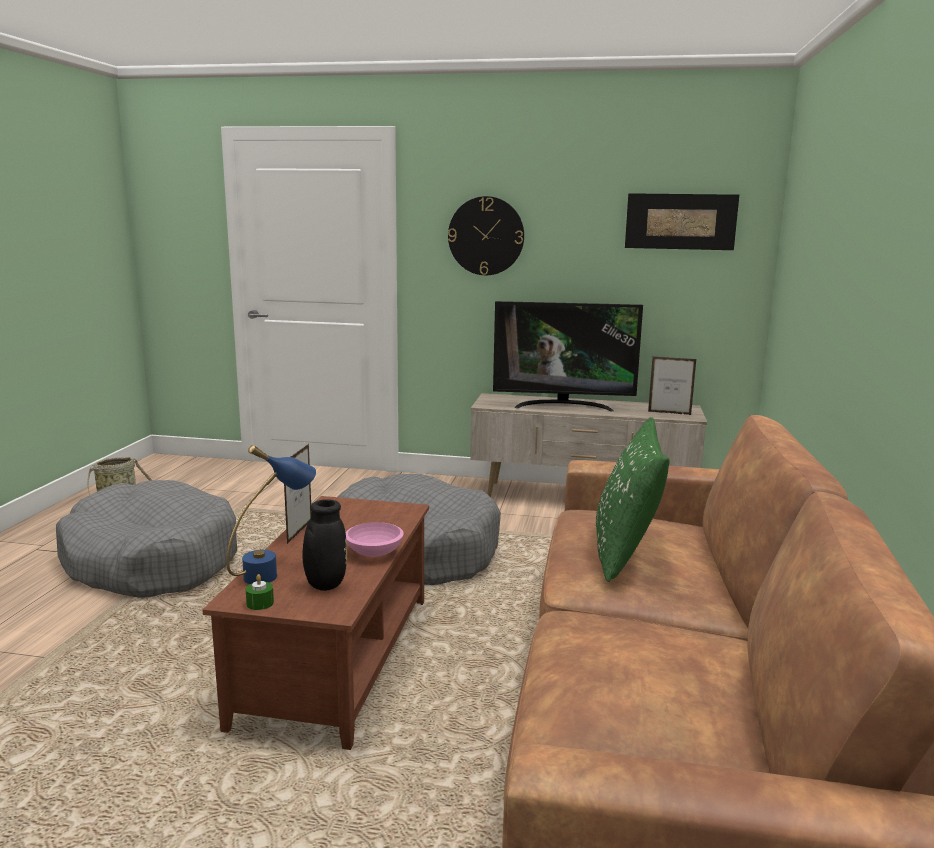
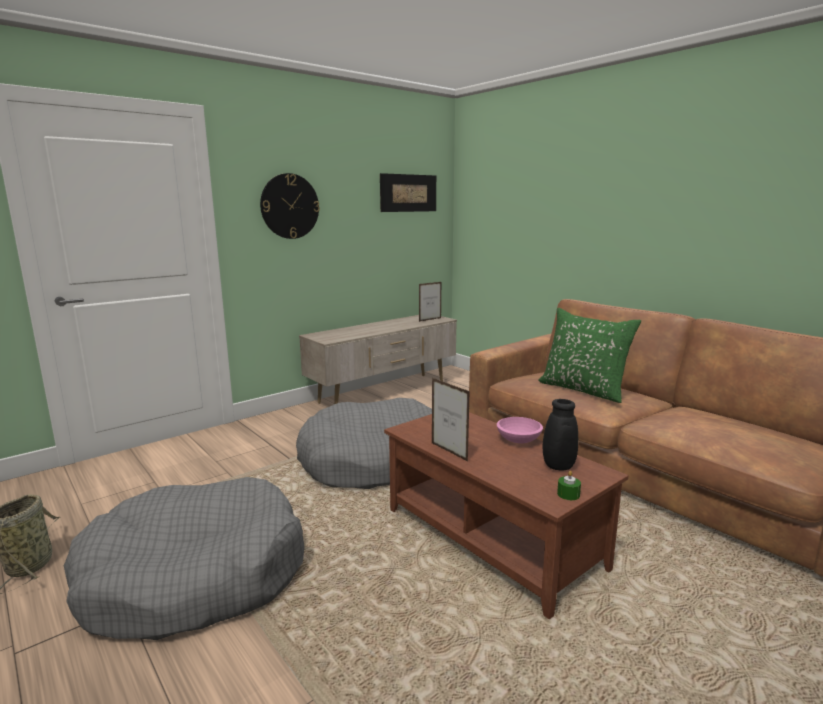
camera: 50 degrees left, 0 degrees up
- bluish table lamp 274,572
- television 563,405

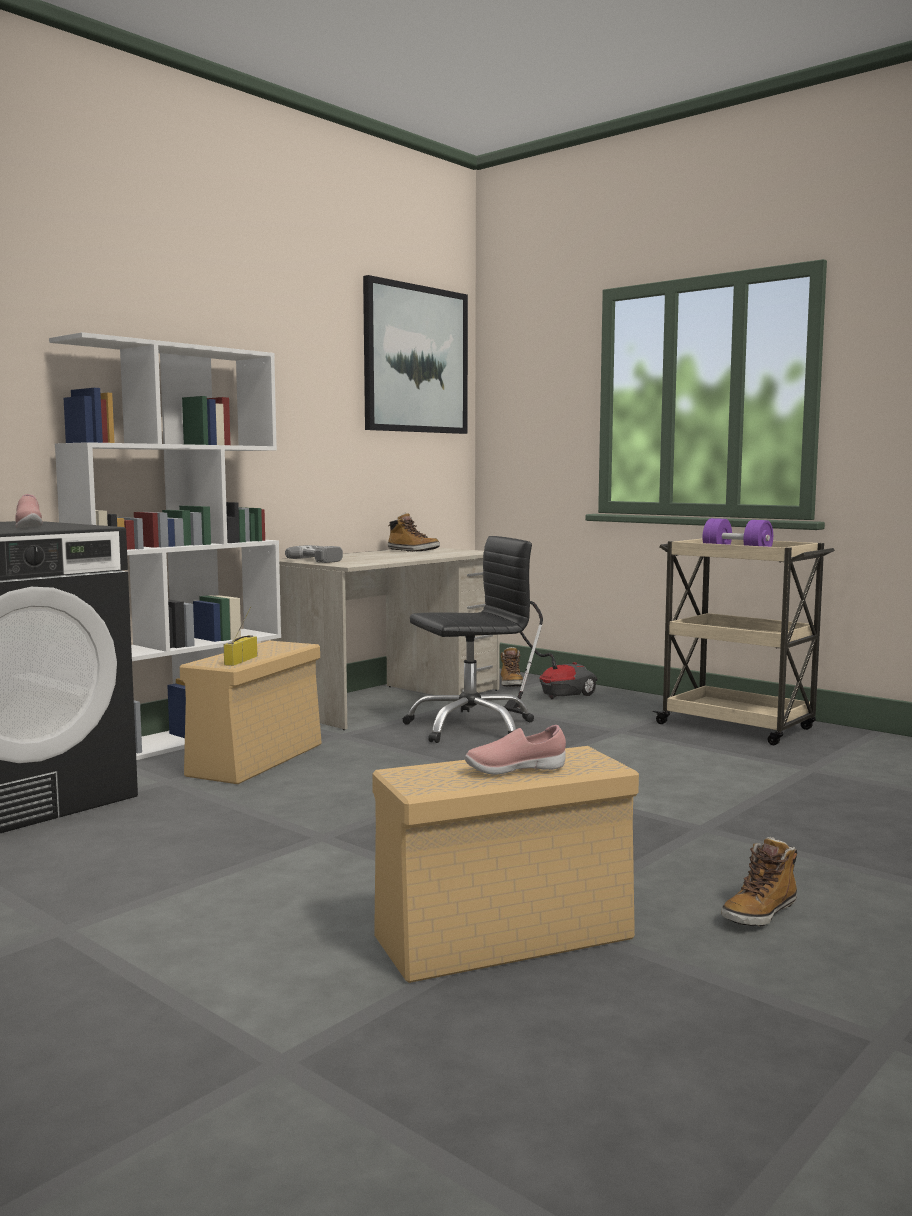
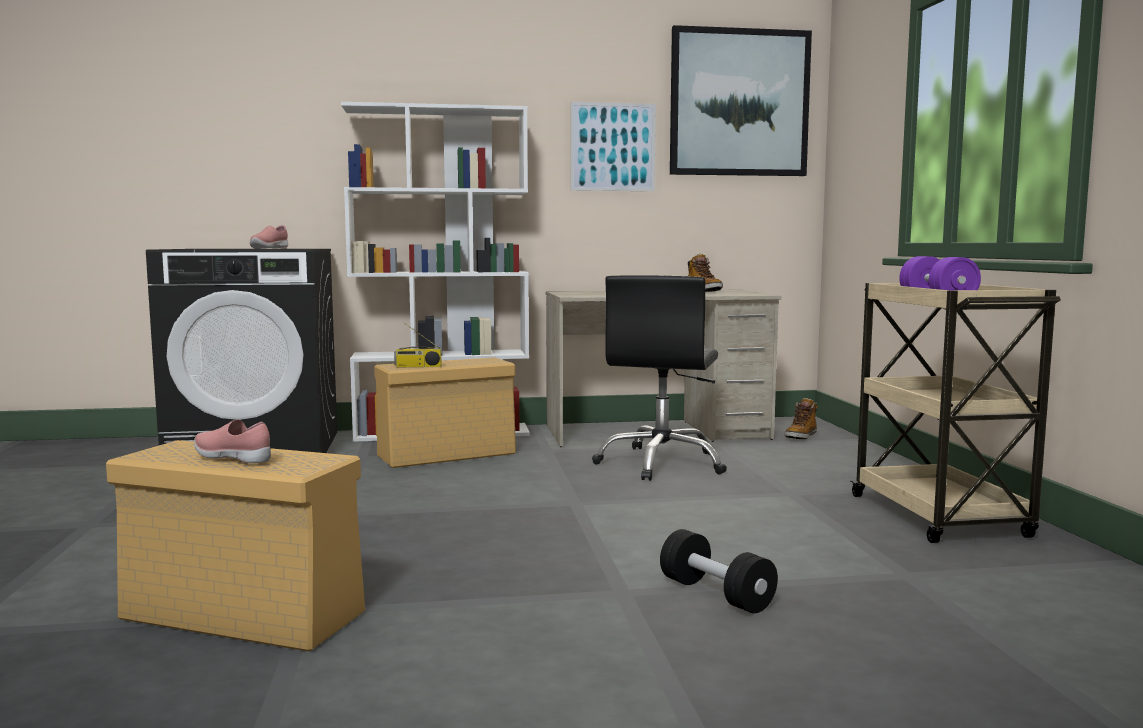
camera: 40 degrees right, 0 degrees up
- power drill 321,560
- hoover 550,698
- tall boot 759,913
+ wall art 613,147
+ black-coloured dumbbell 716,594
~ radio set 241,660 = 418,366 150 degrees counterclockwise
~ black-coloured computer chair 470,727 = 662,463 90 degrees clockwise

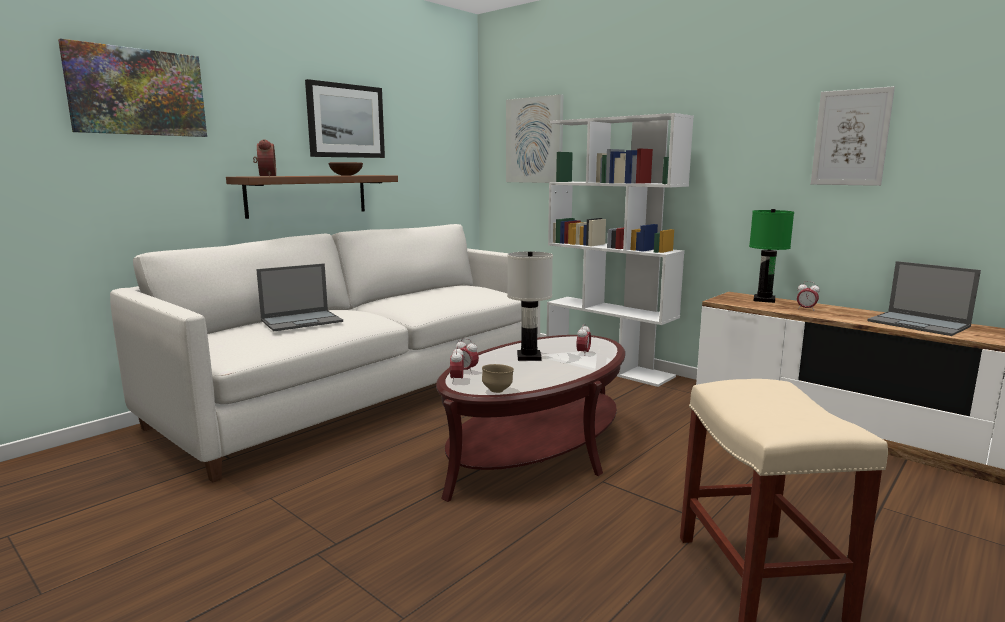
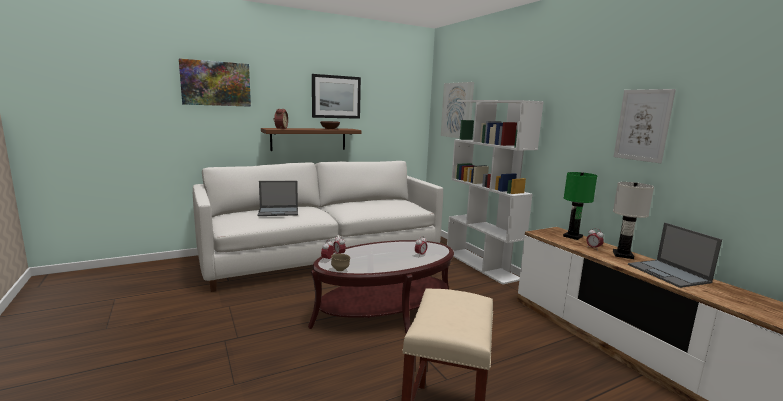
camera: 20 degrees right, 0 degrees up
~ white-coloured table lamp 528,357 to 622,255

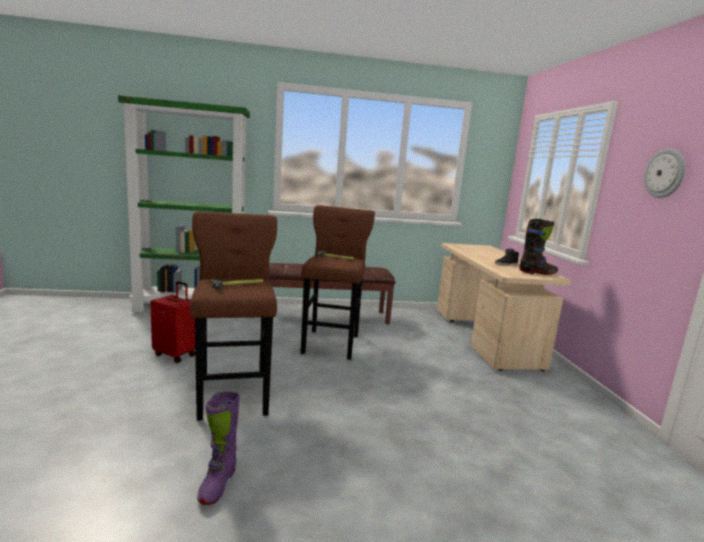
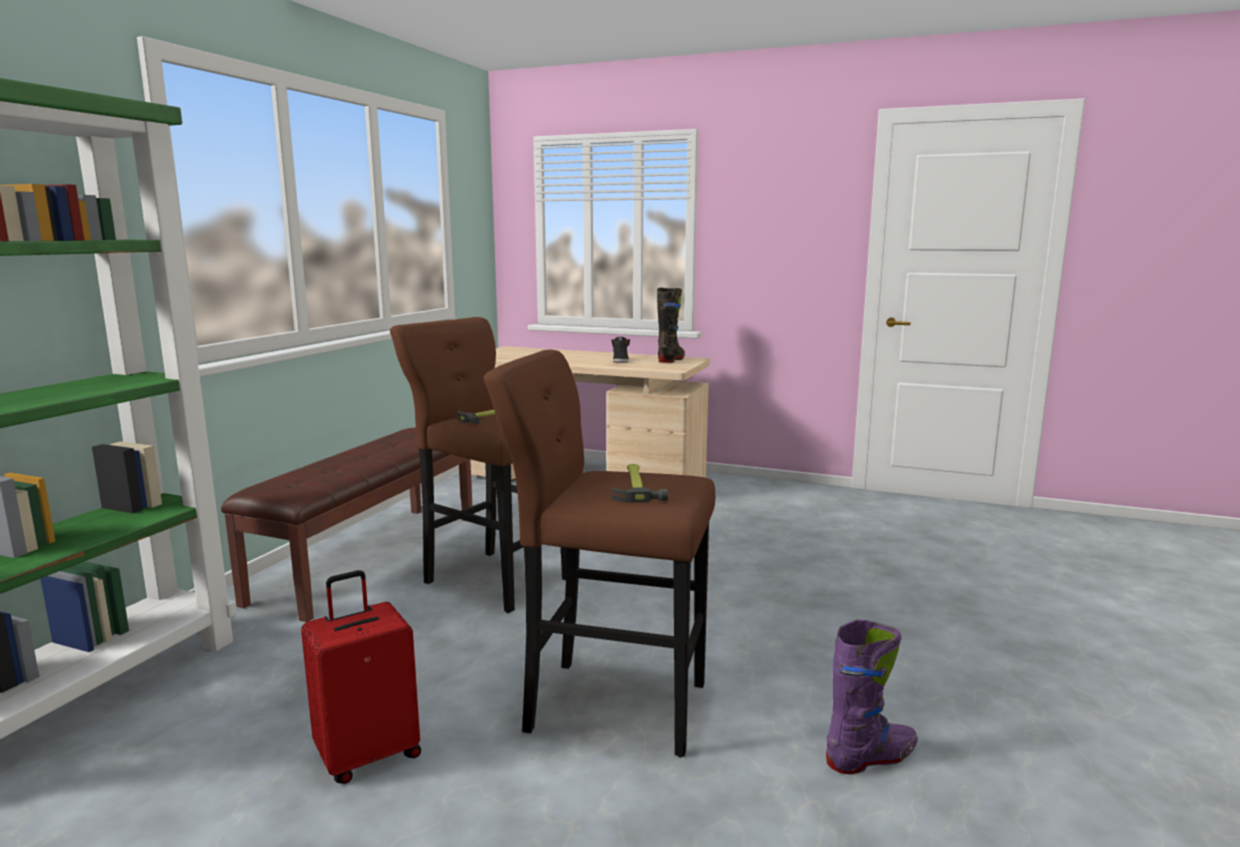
camera: 60 degrees left, 0 degrees up
- hanging clock 665,173
~ purple tall boot 217,484 = 871,758 60 degrees counterclockwise

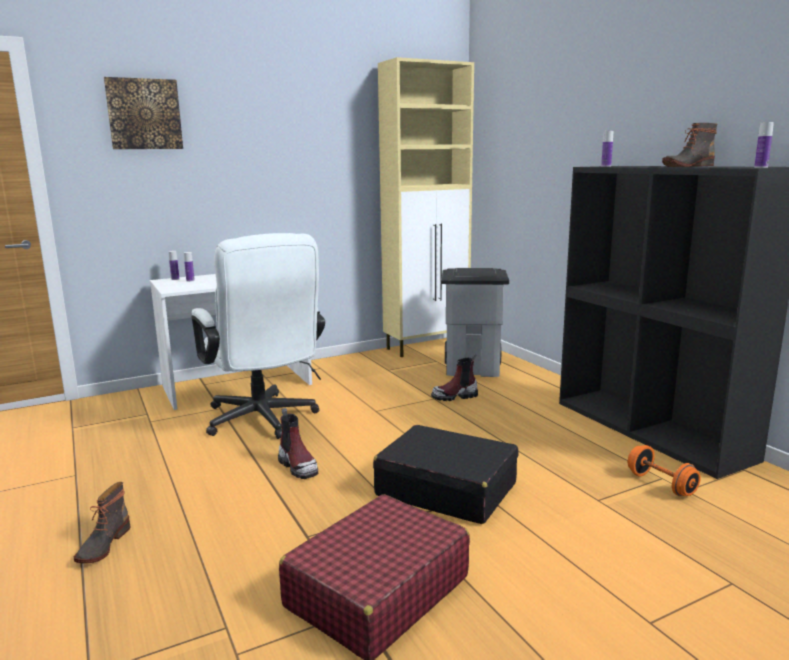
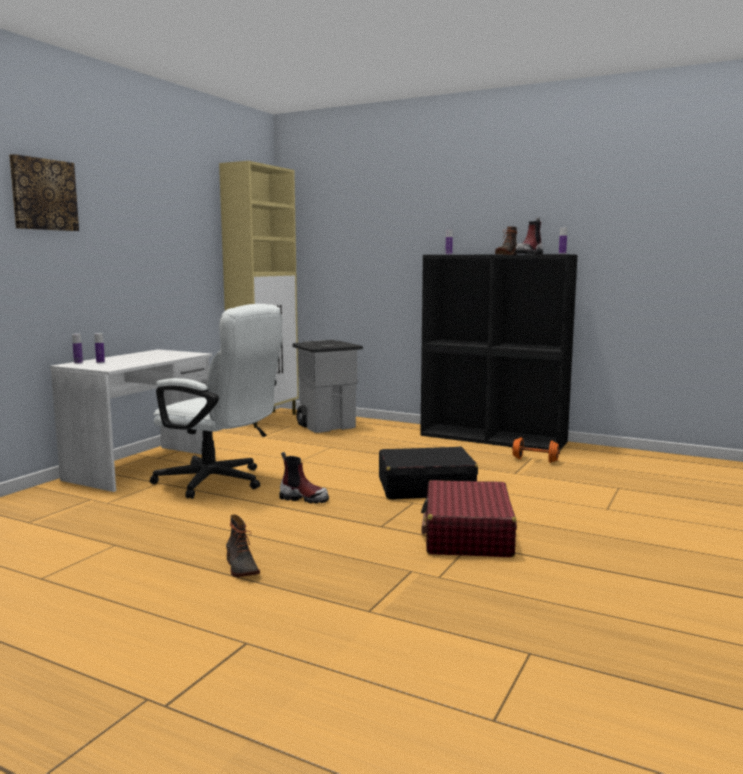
camera: 35 degrees left, 5 degrees down
~ tall boot 455,396 to 529,254

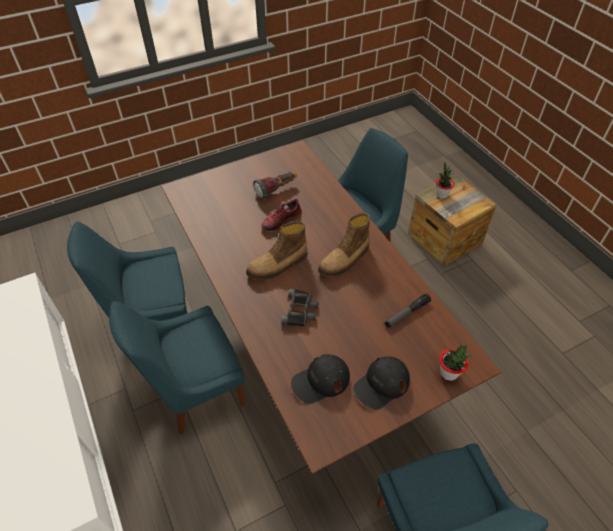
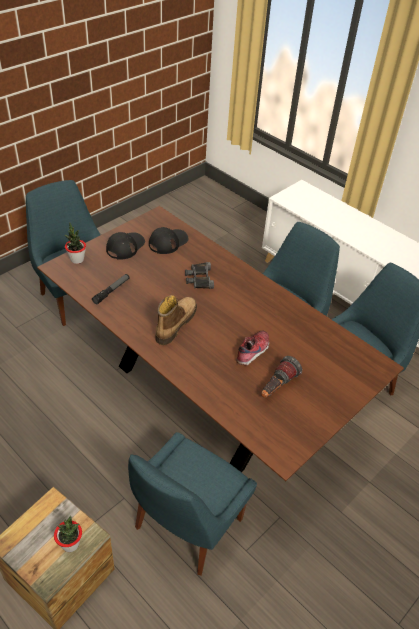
camera: 160 degrees right, 5 degrees down
- tall boot 278,266

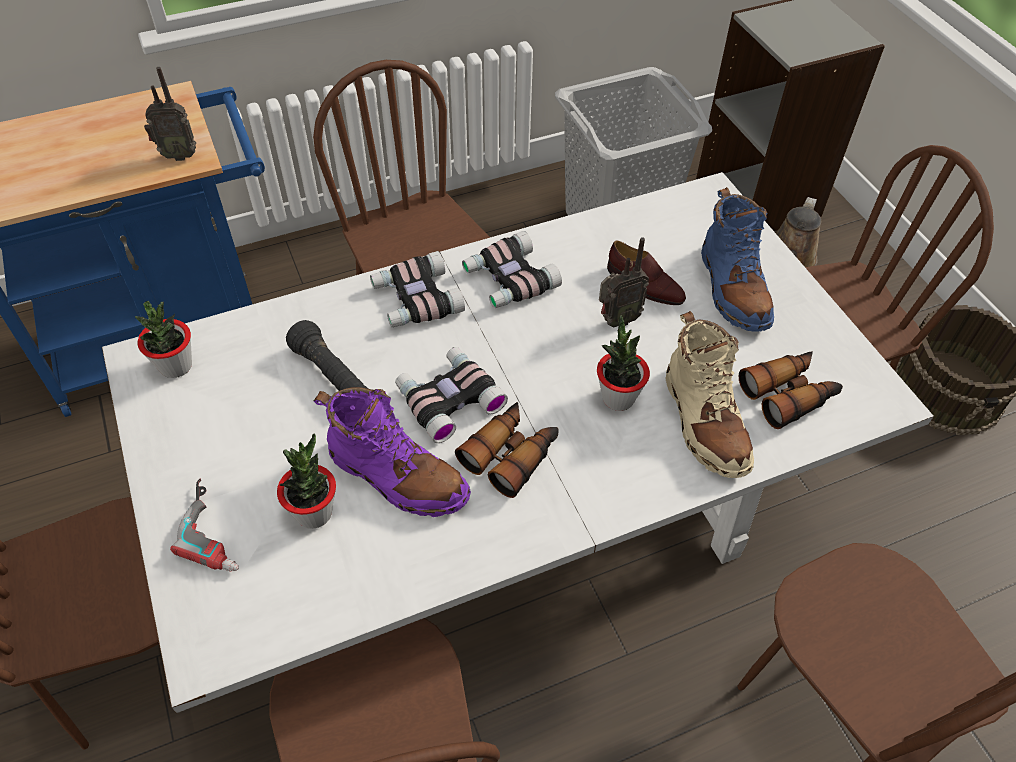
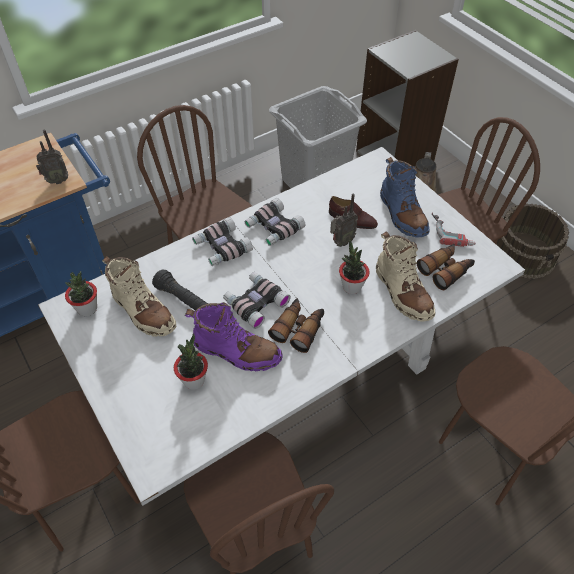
camera: 10 degrees left, 0 degrees up
+ beige tall boot 143,311
~ power drill 218,529 to 452,231

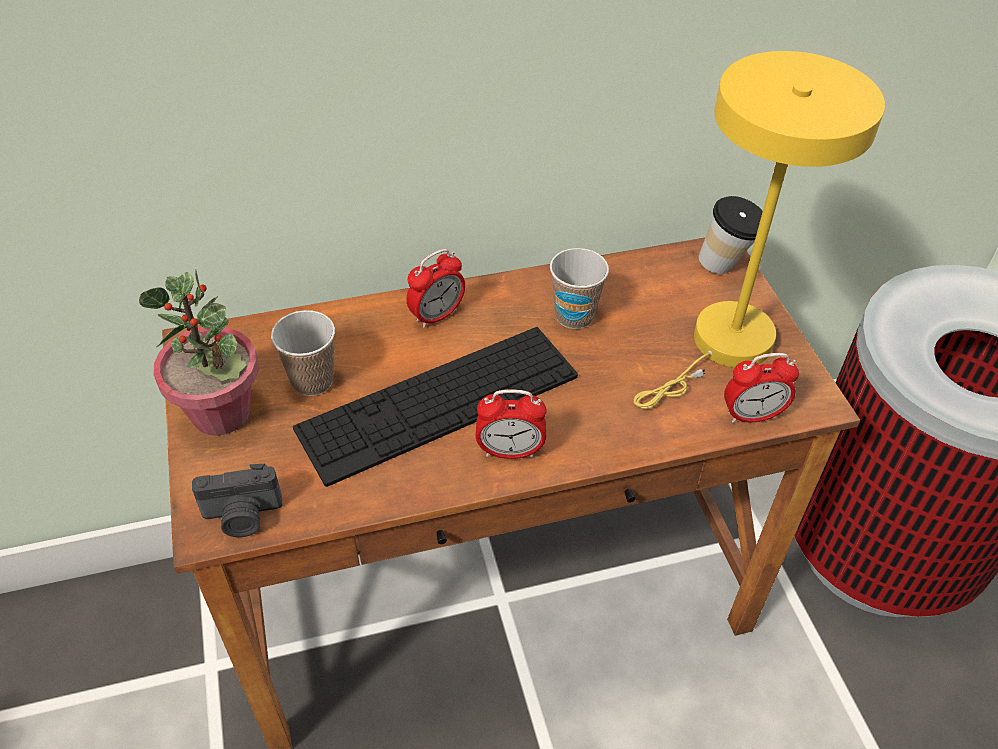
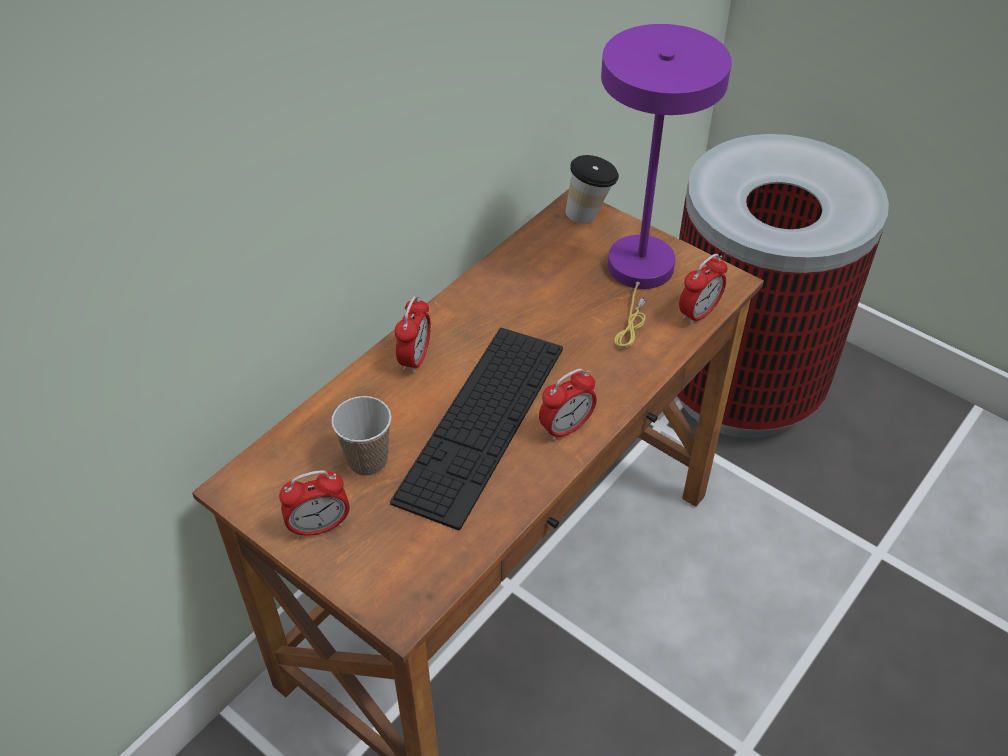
camera: 35 degrees left, 0 degrees up
- photo camera 242,516
- drinking cup 574,316
~ houseplant 222,413 to alarm clock 319,526
~ yellowish table lamp 723,348 to purple table lamp 640,275

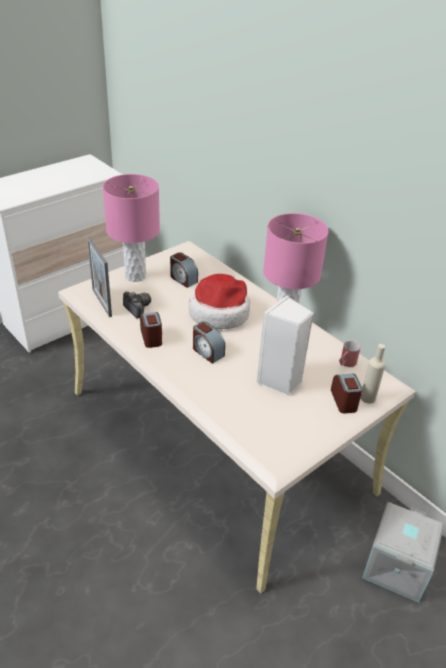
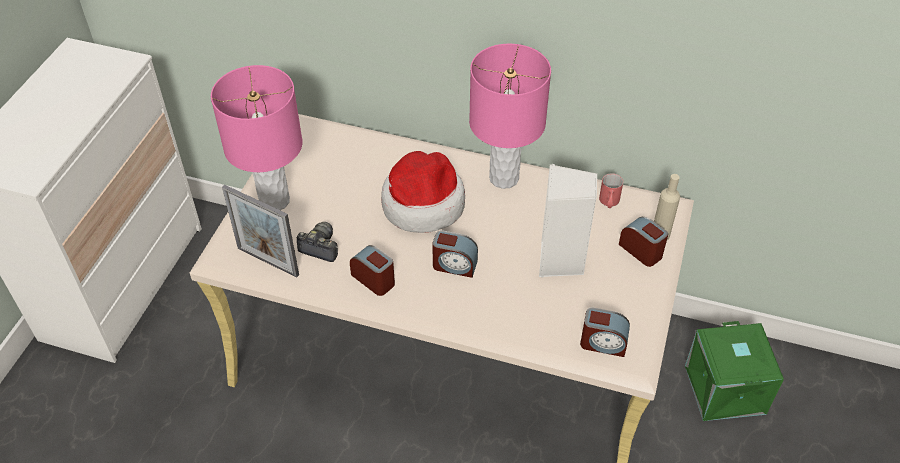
camera: 30 degrees left, 10 degrees up
~ alarm clock 183,279 to 603,343
~ greyish storage bin 395,565 to green storage bin 723,389

